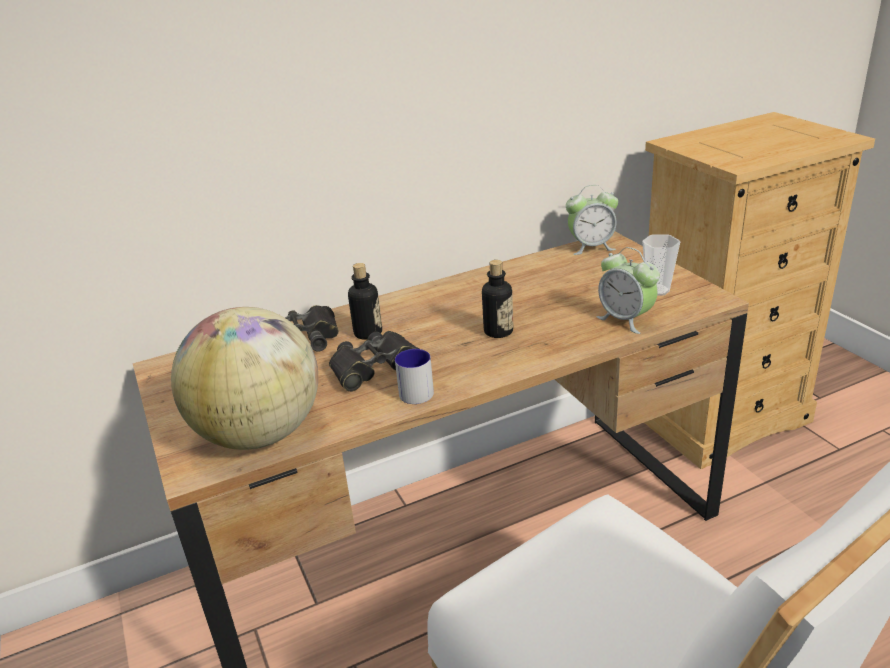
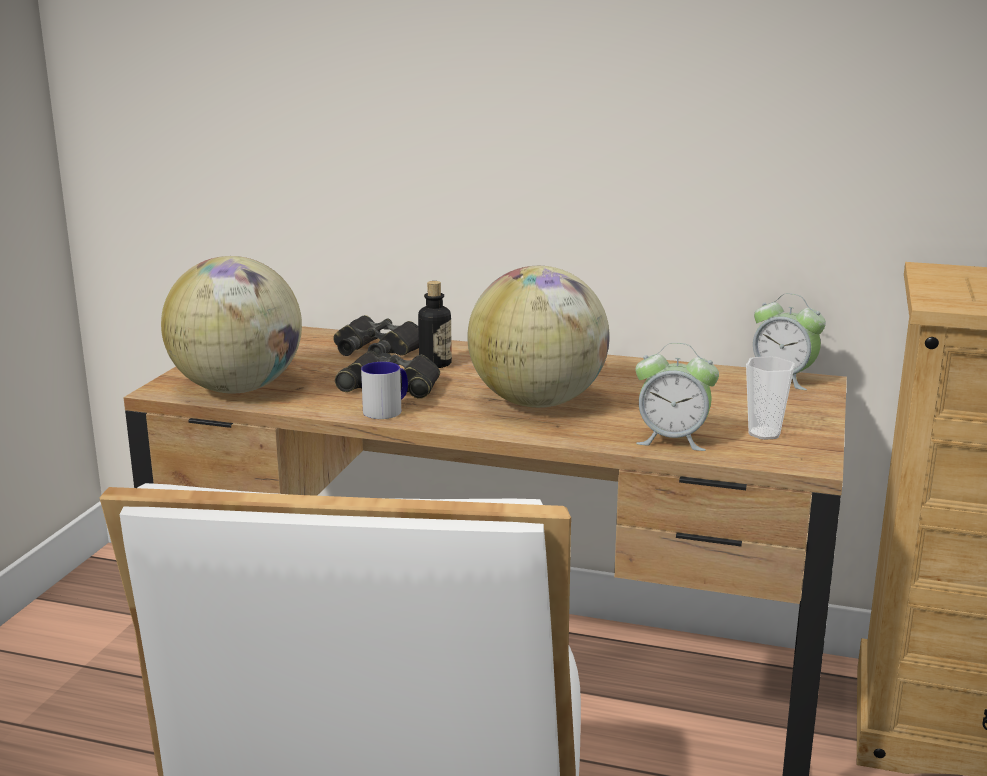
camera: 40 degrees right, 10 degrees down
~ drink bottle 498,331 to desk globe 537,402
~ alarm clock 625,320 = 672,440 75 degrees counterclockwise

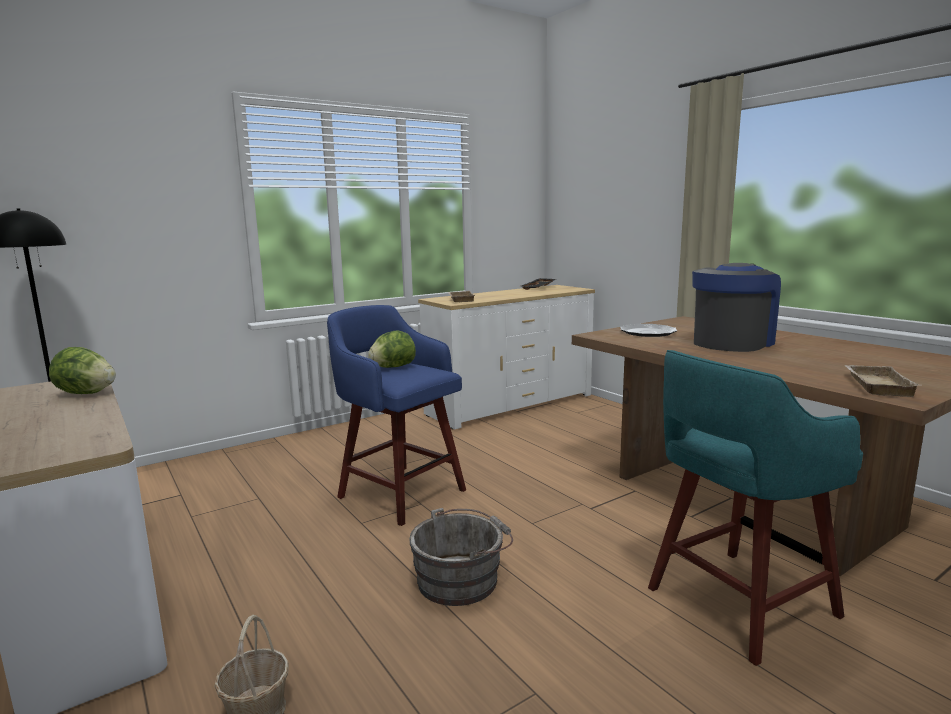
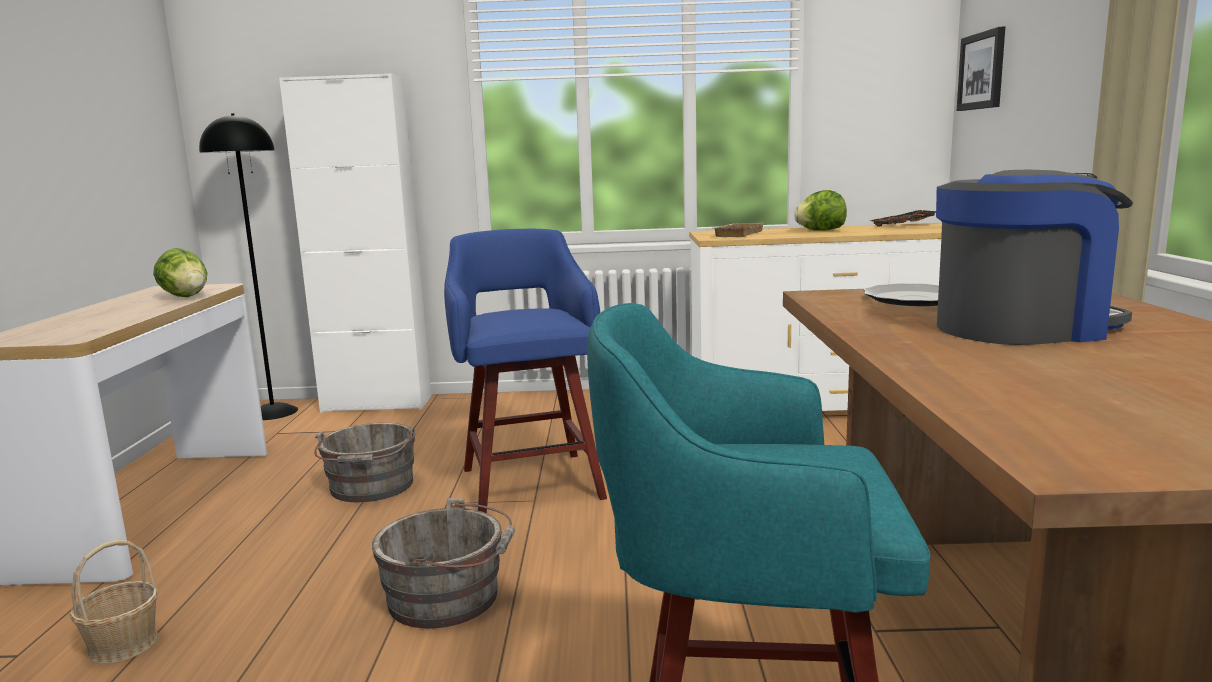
camera: 35 degrees right, 0 degrees up
- beige tray 875,385
+ white-coloured cabinet 377,404
+ greyish pail 371,488
+ wall art 982,71
~ lettuce head 392,367 to 820,230

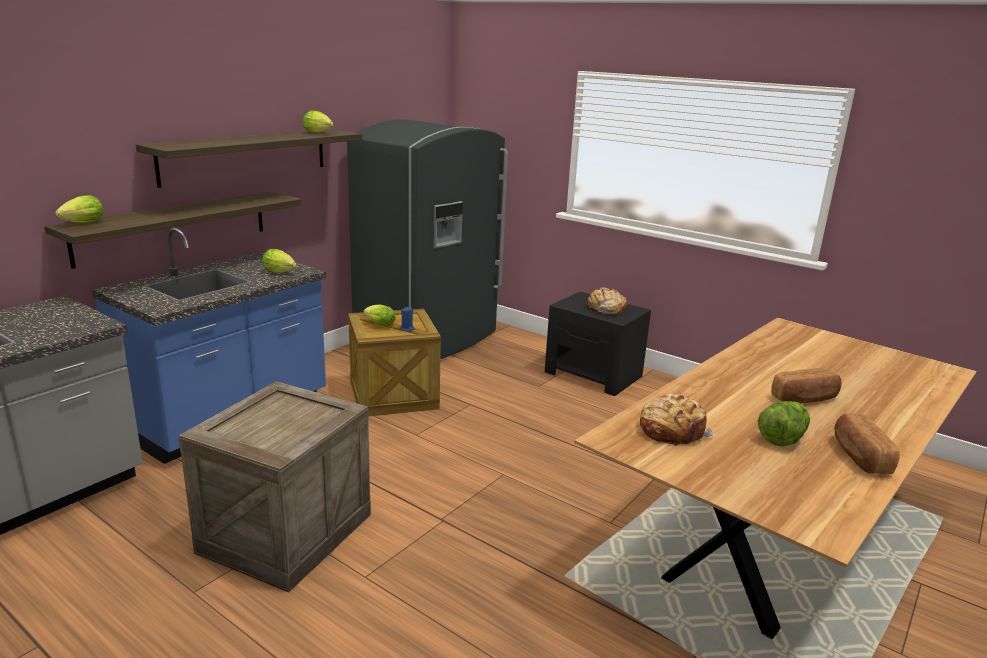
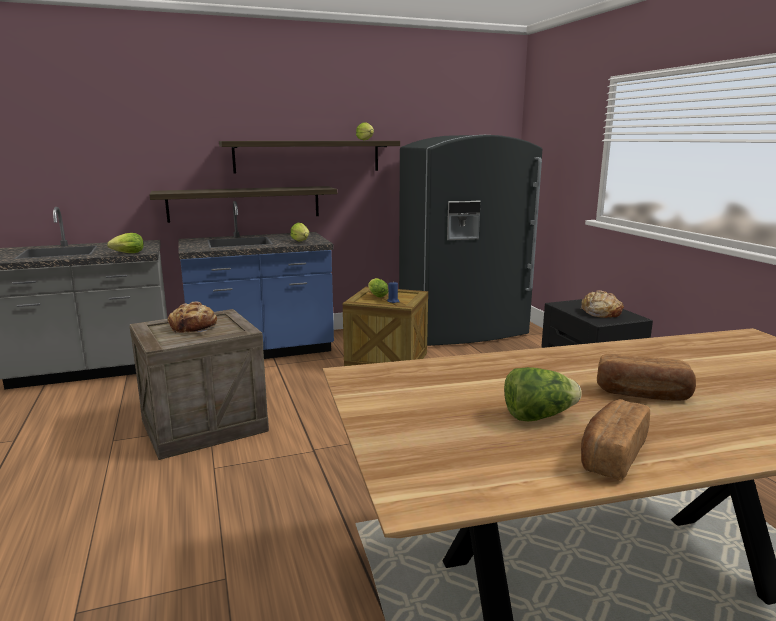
camera: 35 degrees right, 5 degrees down
~ lettuce head 81,223 to 126,253
~ baked bread 671,430 to 194,328

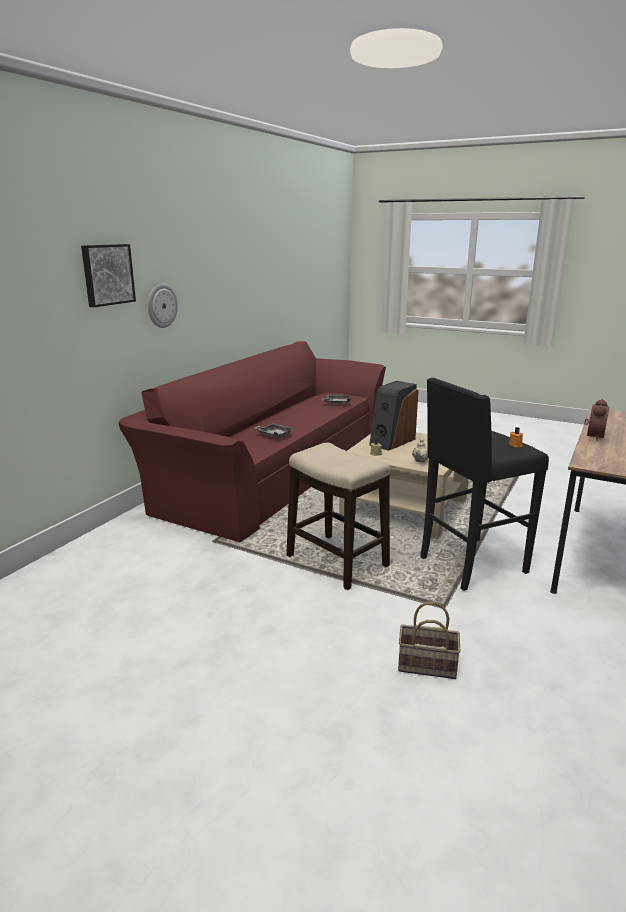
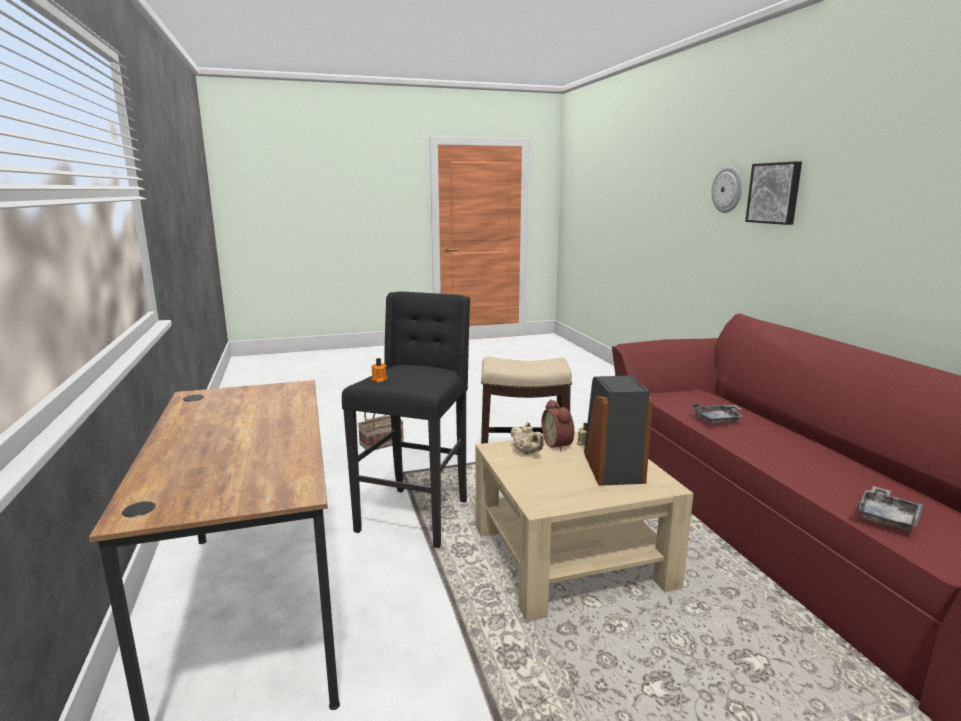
camera: 135 degrees right, 5 degrees down
~ hanging clock 161,305 to 727,189
~ alarm clock 593,436 to 559,444

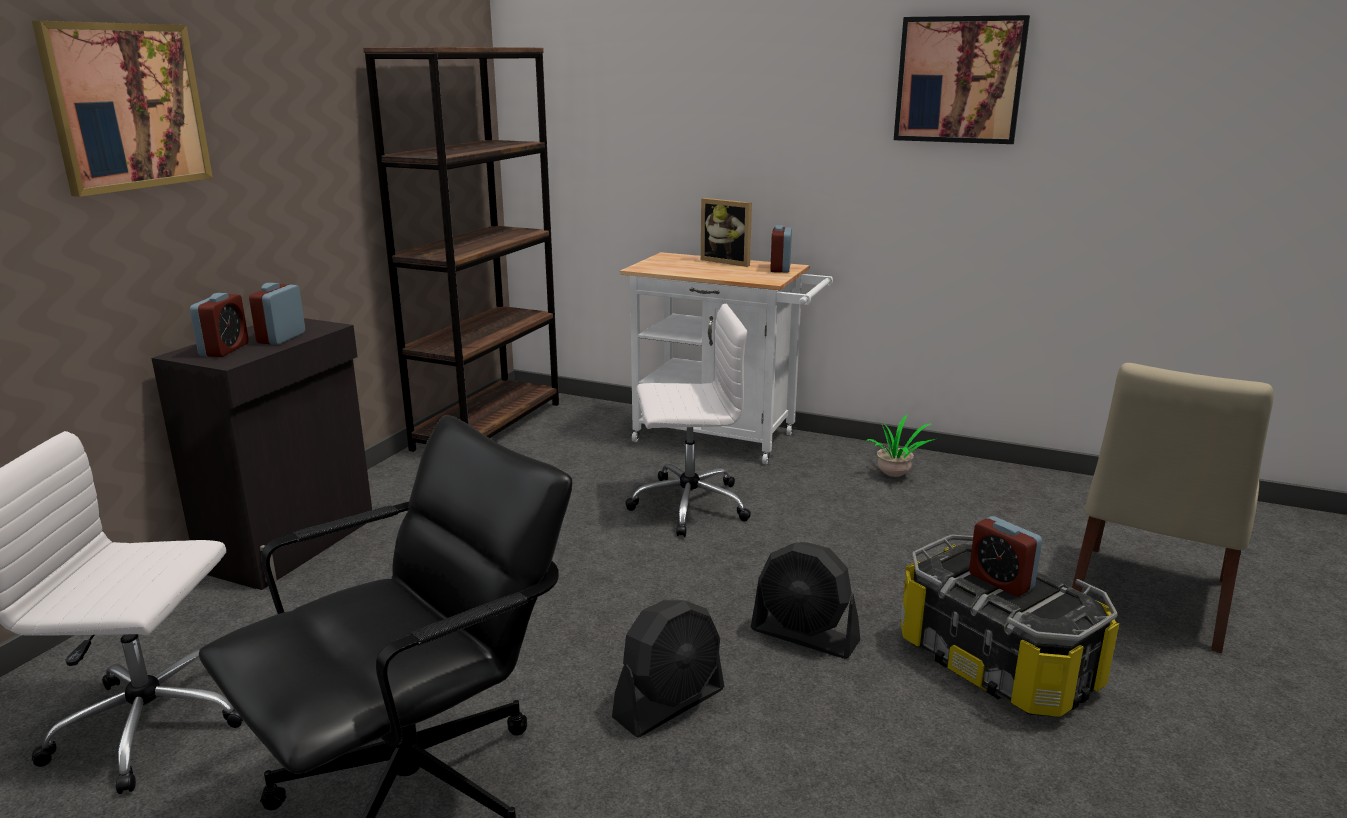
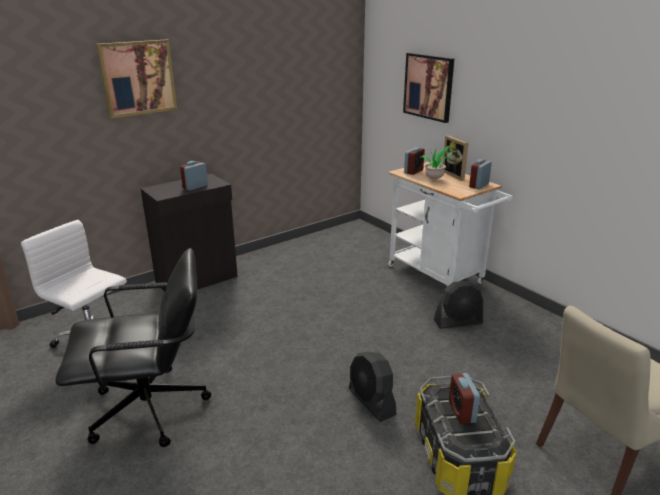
camera: 30 degrees right, 5 degrees up
- brown-coloured bookcase 488,426
- white-coloured computer chair 687,505
~ alarm clock 224,350 to 413,171
~ black-coloured electric fan 670,703 to 458,322
~ houseplant 895,475 to 435,179
~ wall art 959,80 to 428,87

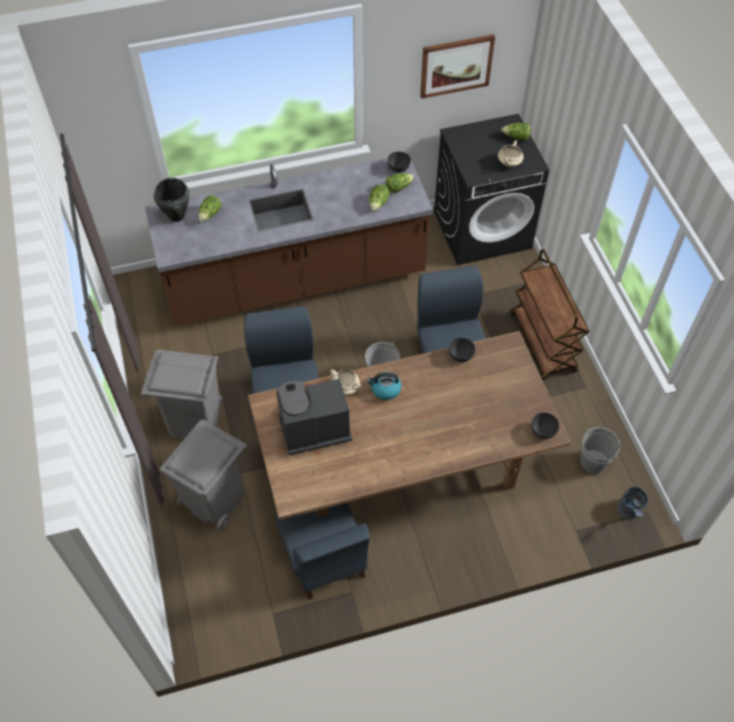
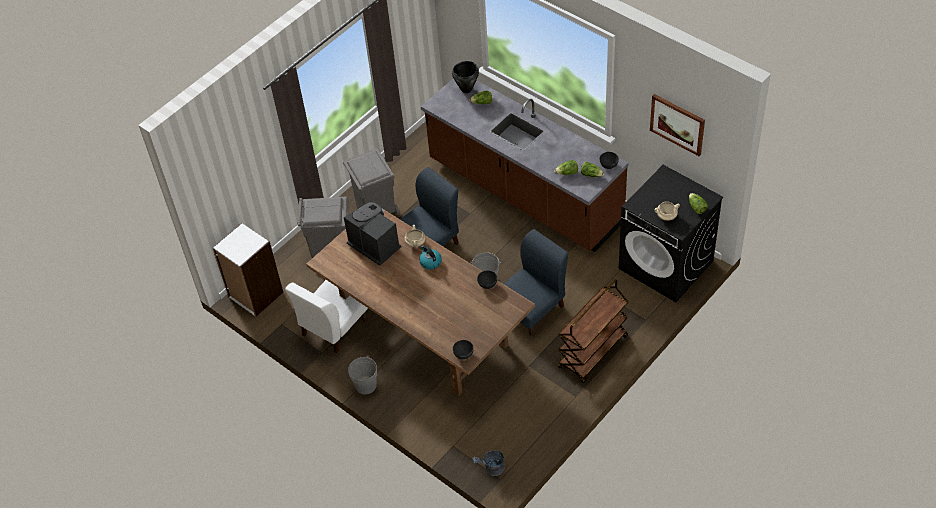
camera: 60 degrees right, 5 degrees down
+ white-coloured bookcase 255,295
~ greyish pail 593,462 to 365,385
~ bluish chair 324,559 to white-coloured chair 333,327

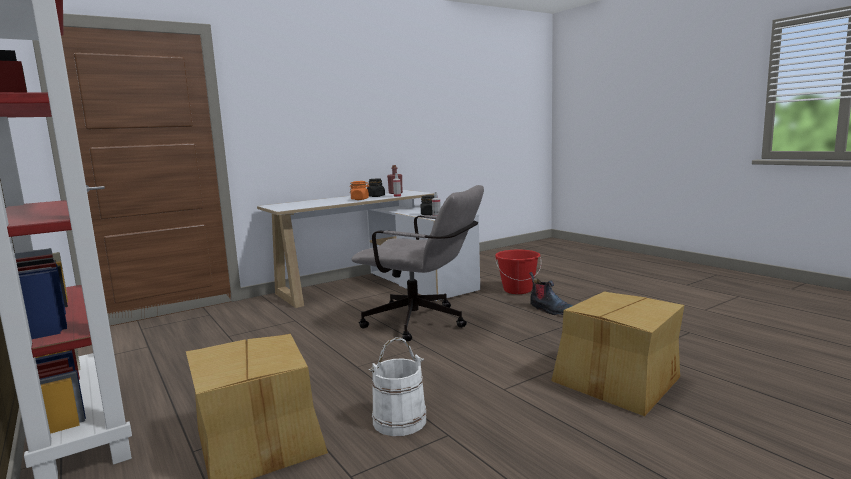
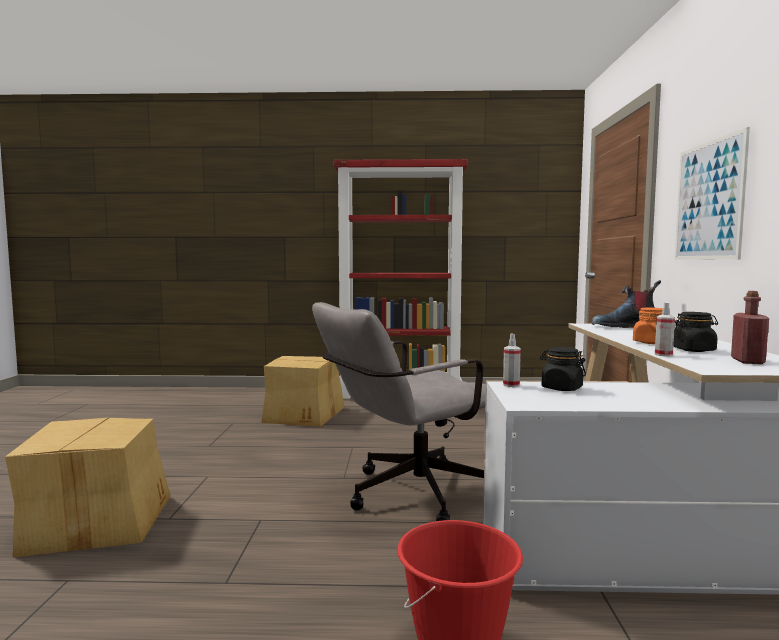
camera: 125 degrees right, 5 degrees down
- white-coloured pail 399,420
+ wall art 708,201
~ tall boot 551,310 to 624,326

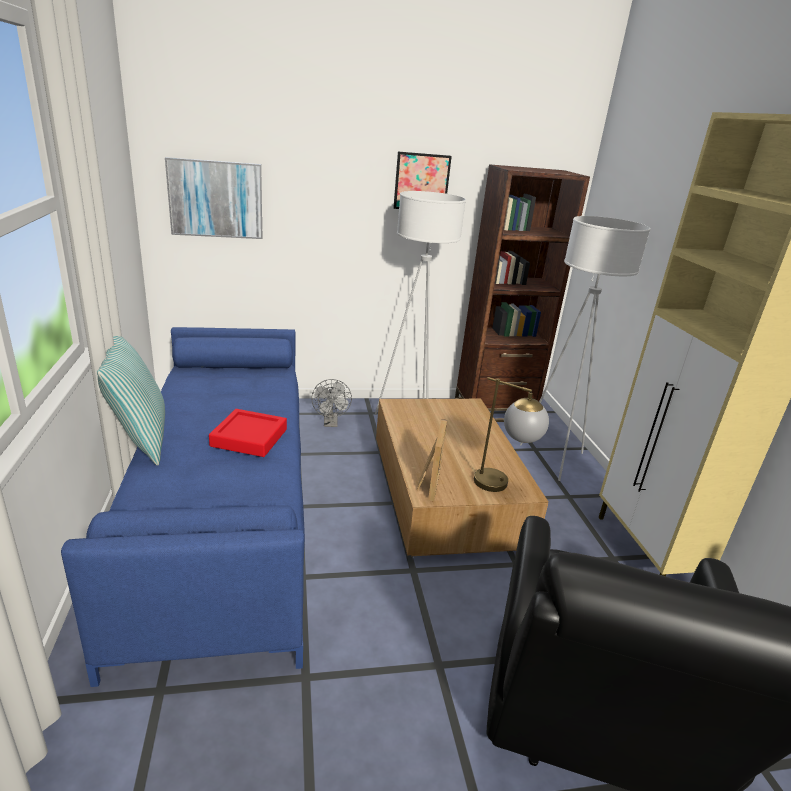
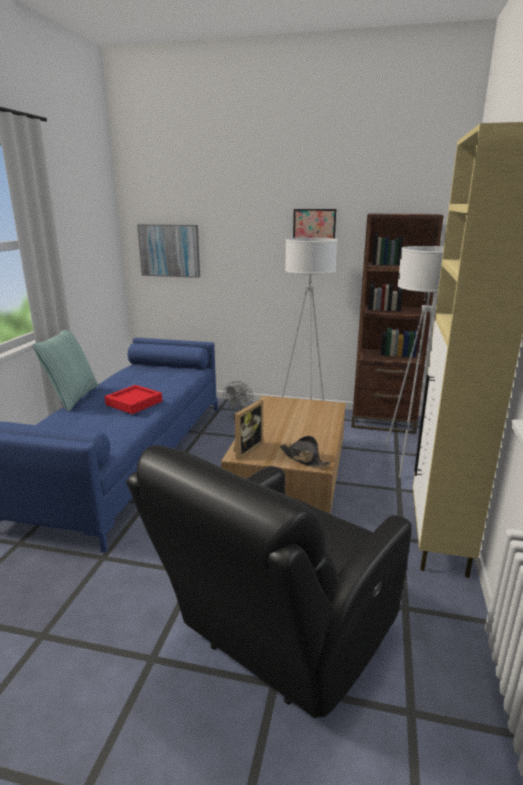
camera: 25 degrees right, 5 degrees down
~ table lamp 502,486 to black-coloured clothing hat 303,458

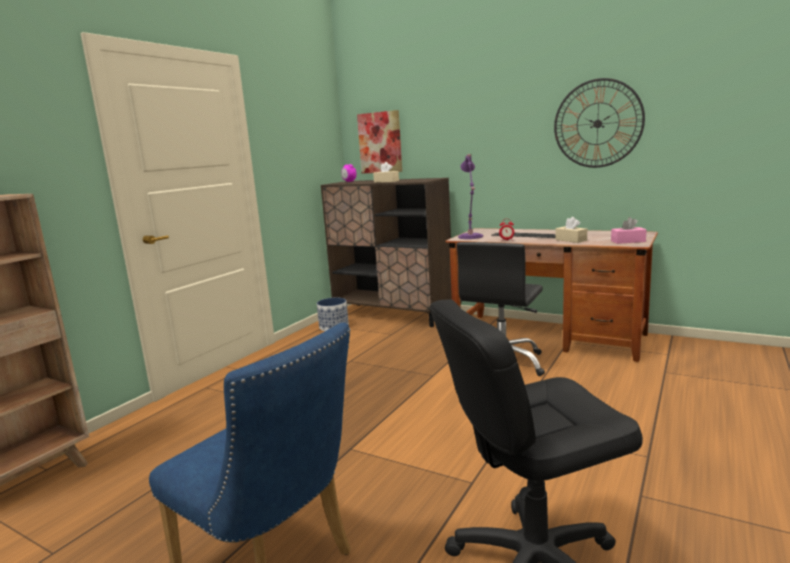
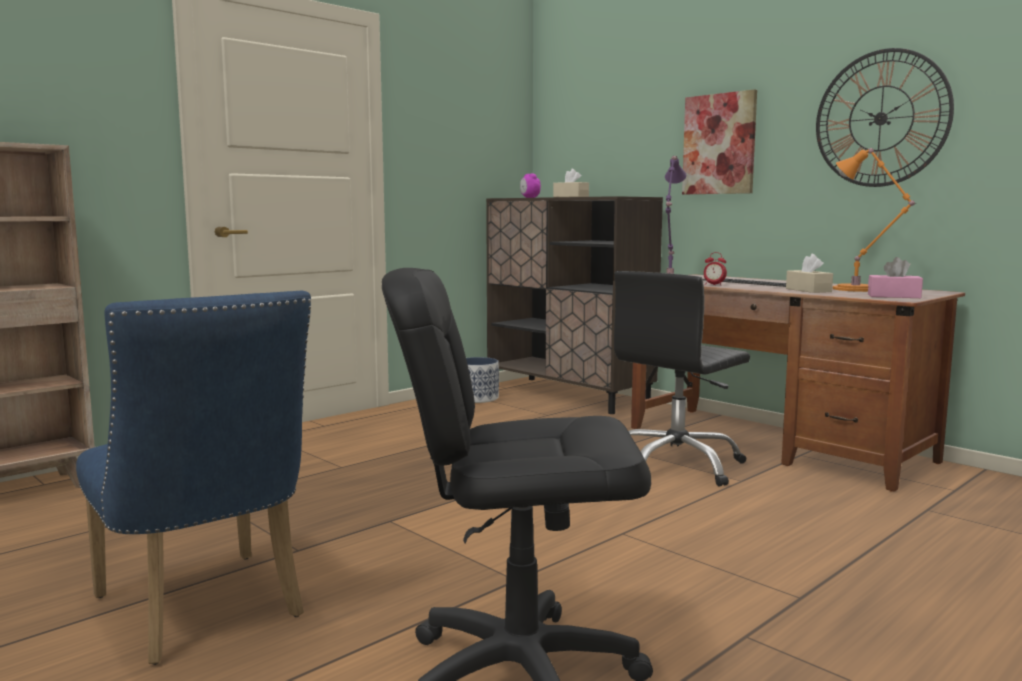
camera: 15 degrees right, 5 degrees down
+ orange-coloured table lamp 859,289
~ wall art 380,142 to 719,144

